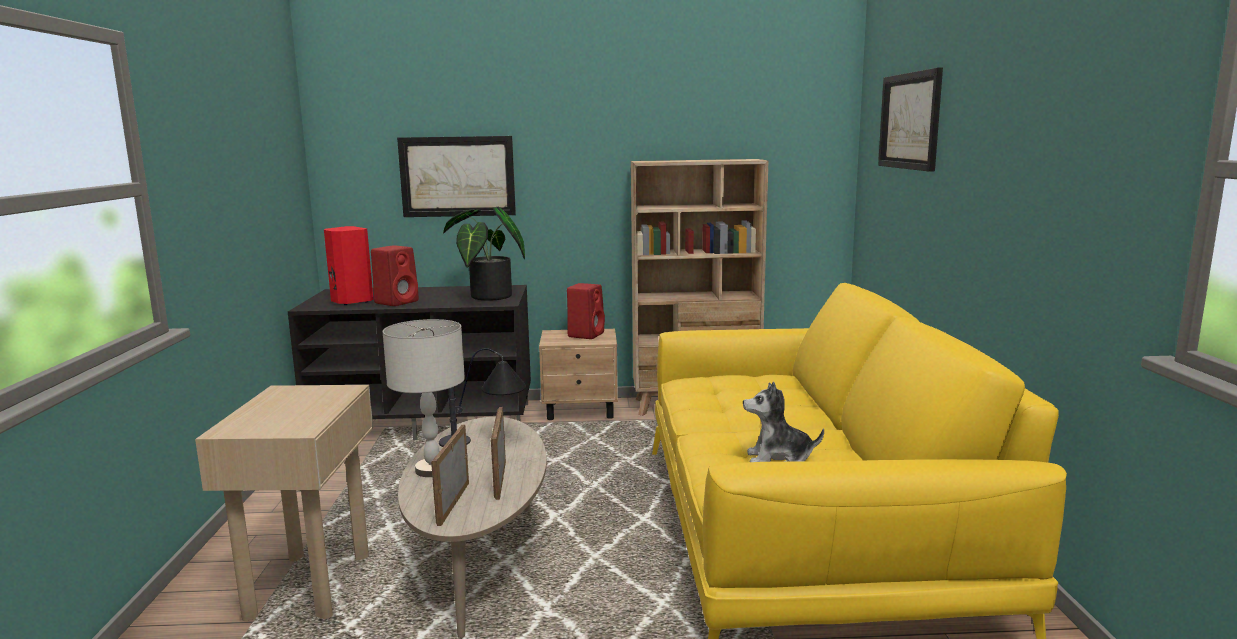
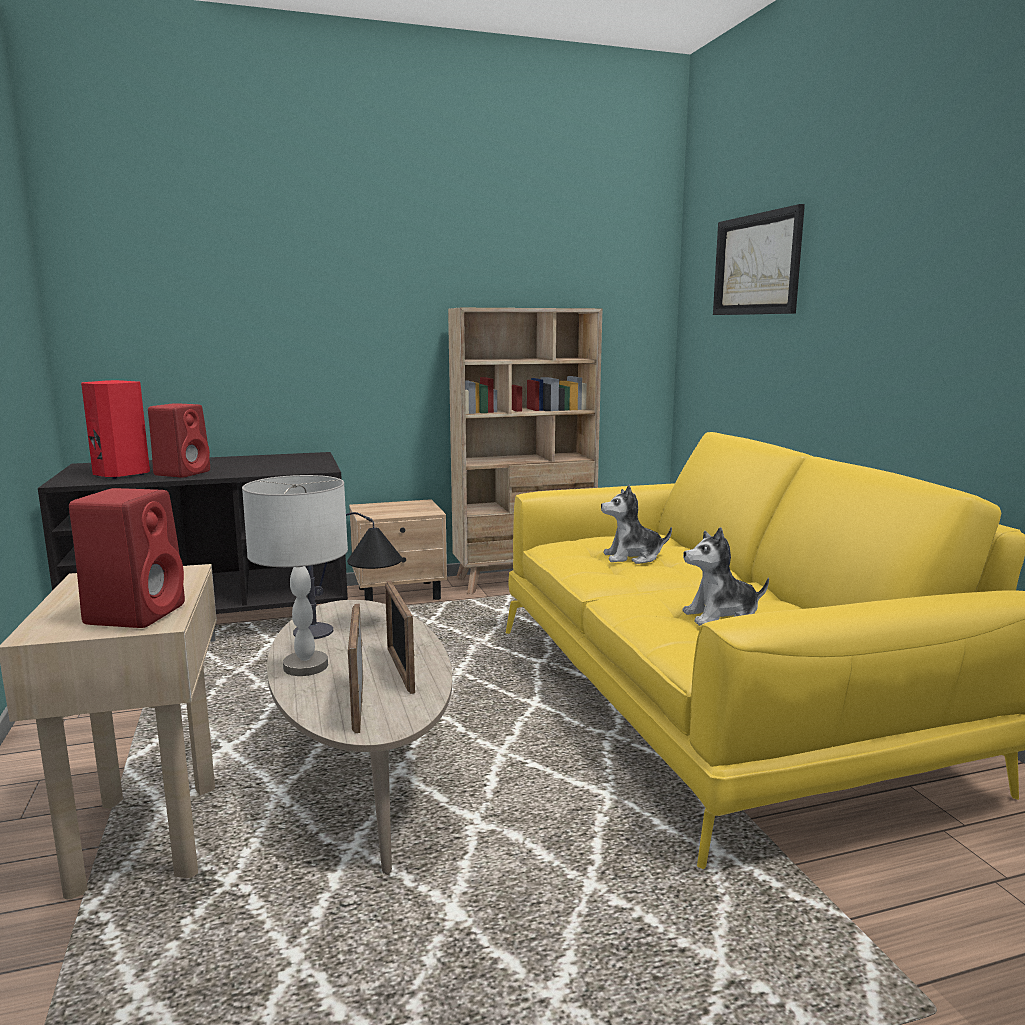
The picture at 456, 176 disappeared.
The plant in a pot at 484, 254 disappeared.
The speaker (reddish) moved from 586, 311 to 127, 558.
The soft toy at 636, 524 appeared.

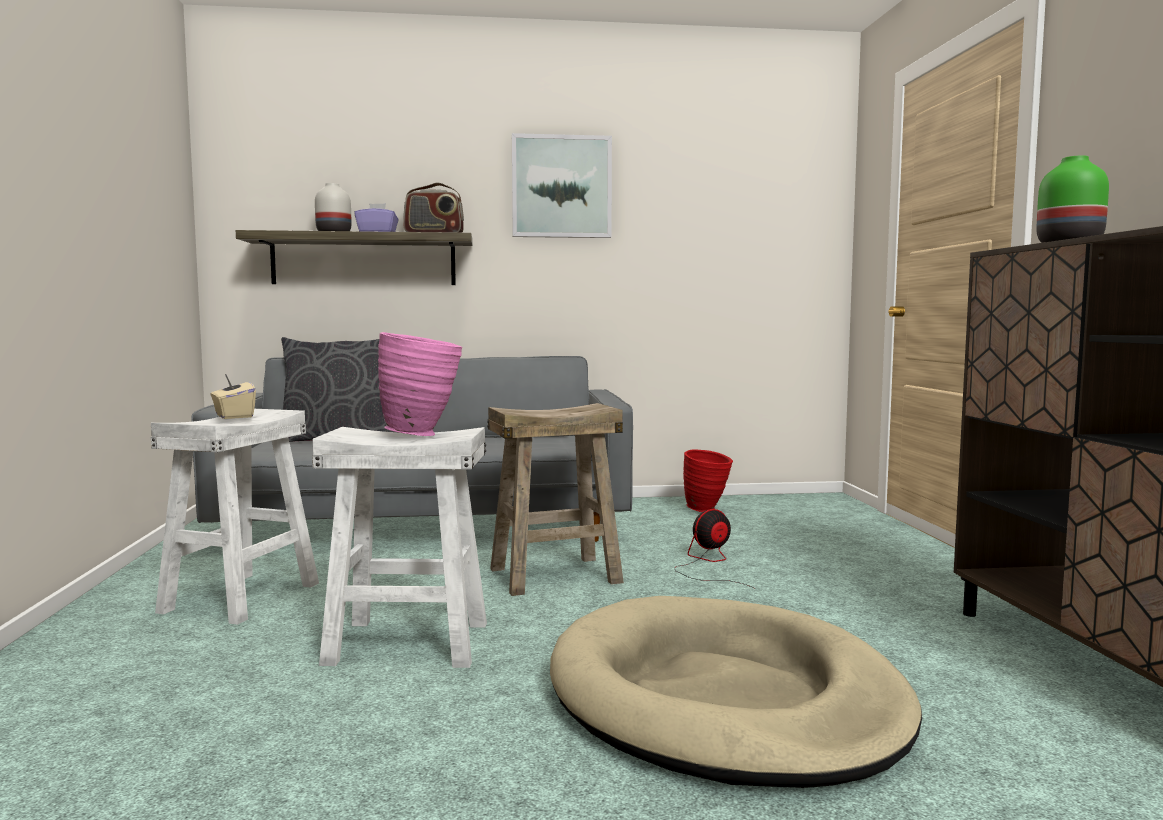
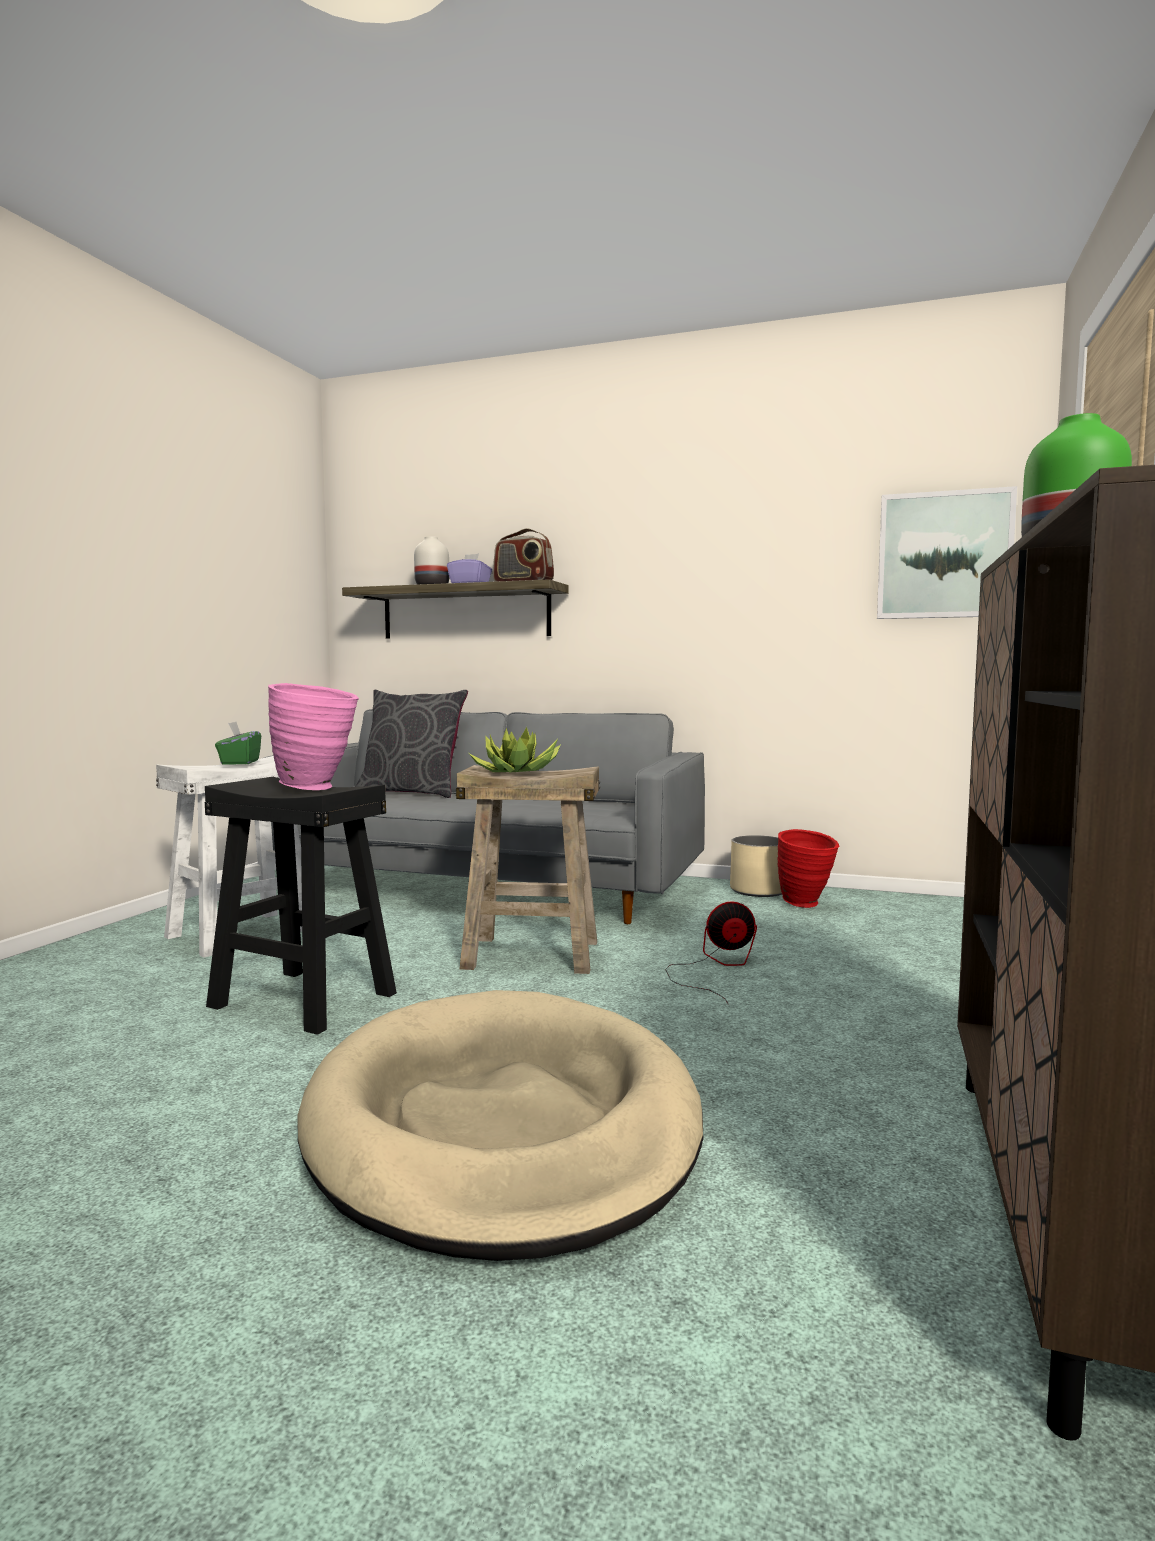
The tissue box (beige) at 233, 396 became the tissue box (greenish) at 238, 743.
The stool seat (white) at 399, 547 became the stool seat (black) at 301, 906.
The picture moved from 562, 185 to 947, 552.
The plant in a pot at 515, 750 appeared.
The planter (beige) at 756, 866 appeared.

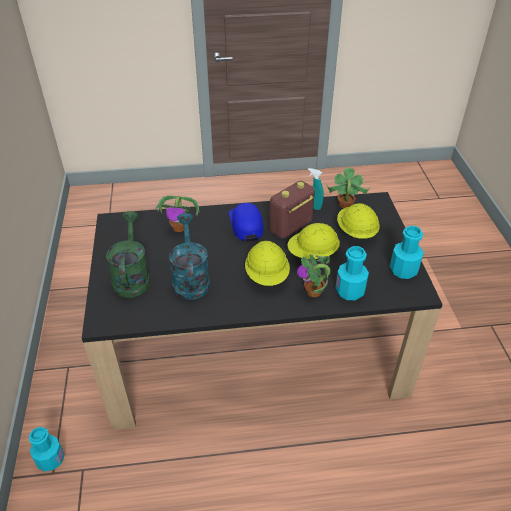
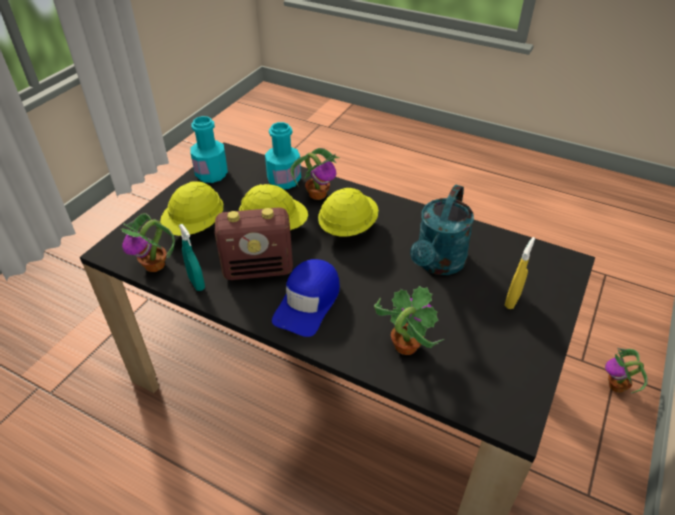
The bottle (turquoise) at 47, 449 was replaced by the plant in a pot at 626, 371.
The watering can (greenish) at 128, 254 was replaced by the spray bottle (yellow-coloured) at 520, 273.

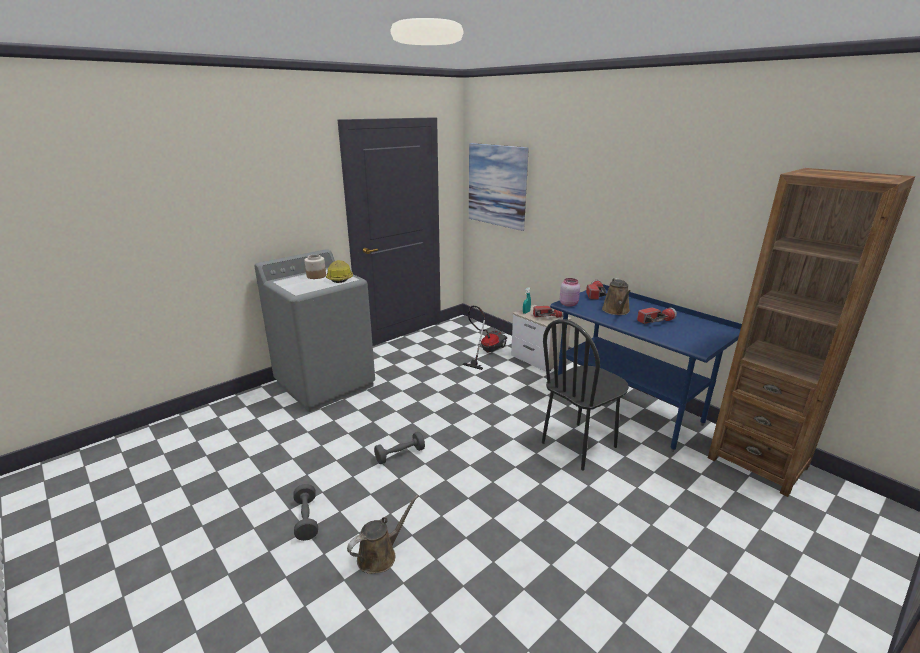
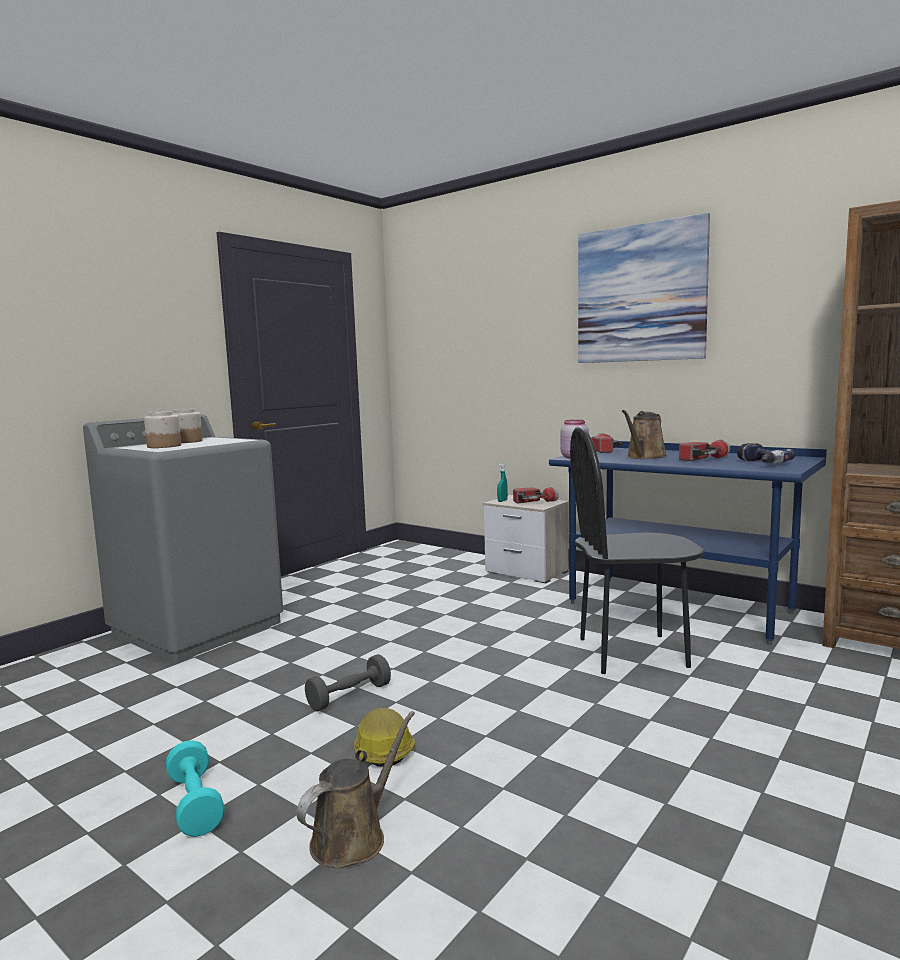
The dumbbell (grey) at 305, 512 became the dumbbell (turquoise) at 195, 788.
The hard hat moved from 339, 271 to 384, 737.
The hoover at 484, 338 disappeared.
The picture moved from 499, 187 to 644, 288.
The chair (black) at 585, 395 turned 45 degrees clockwise.
The watering can (brown-coloured) at 616, 296 turned 45 degrees clockwise.
The jar at 162, 429 appeared.
The drill at 766, 453 appeared.

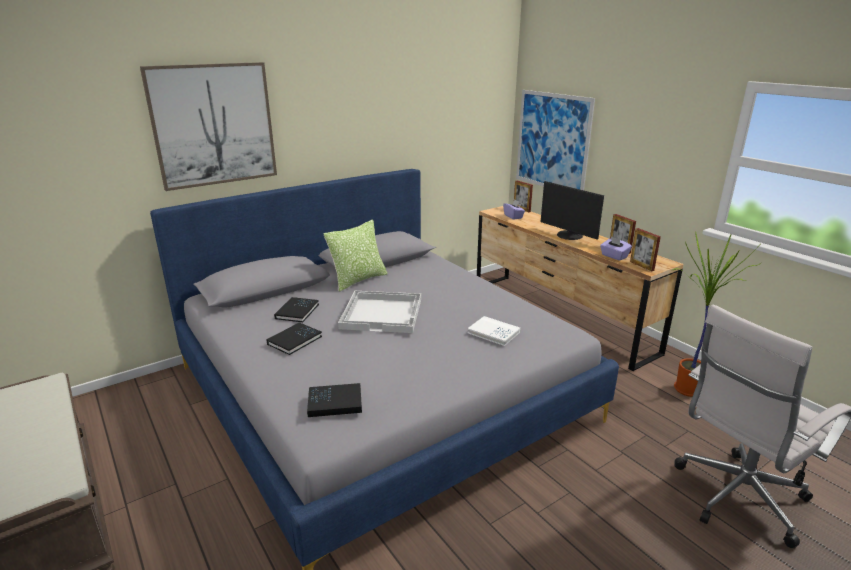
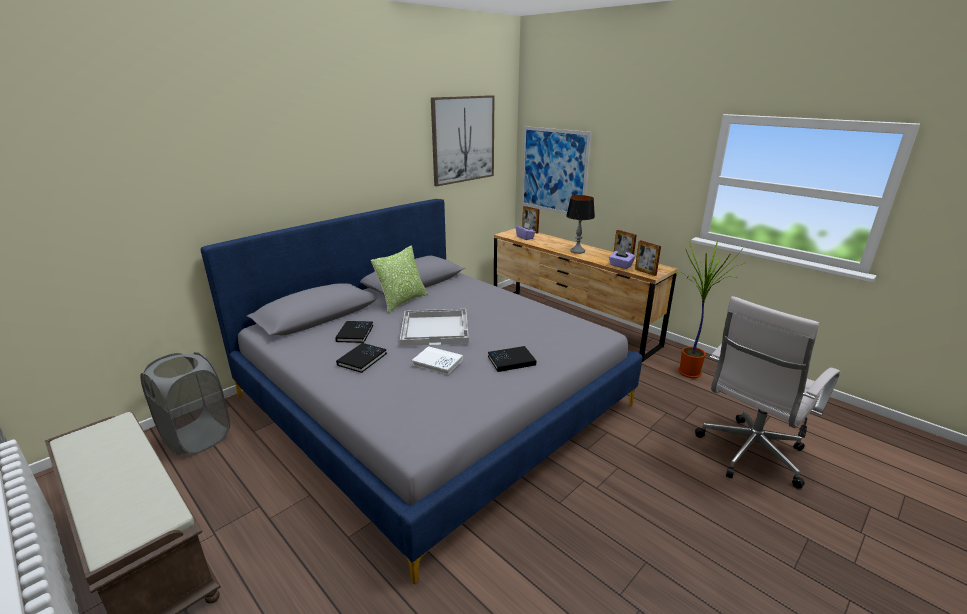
The picture moved from 208, 126 to 462, 140.
The book (black) moved from 334, 400 to 512, 359.
The book (white) moved from 494, 331 to 437, 360.
The computer display at 572, 210 was replaced by the tabletop lamp at 580, 224.
The laundry basket (grey) at 185, 403 appeared.

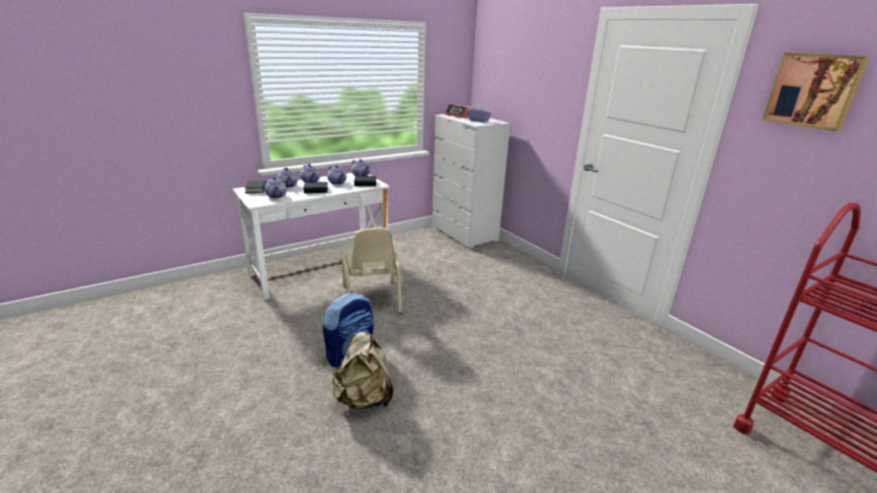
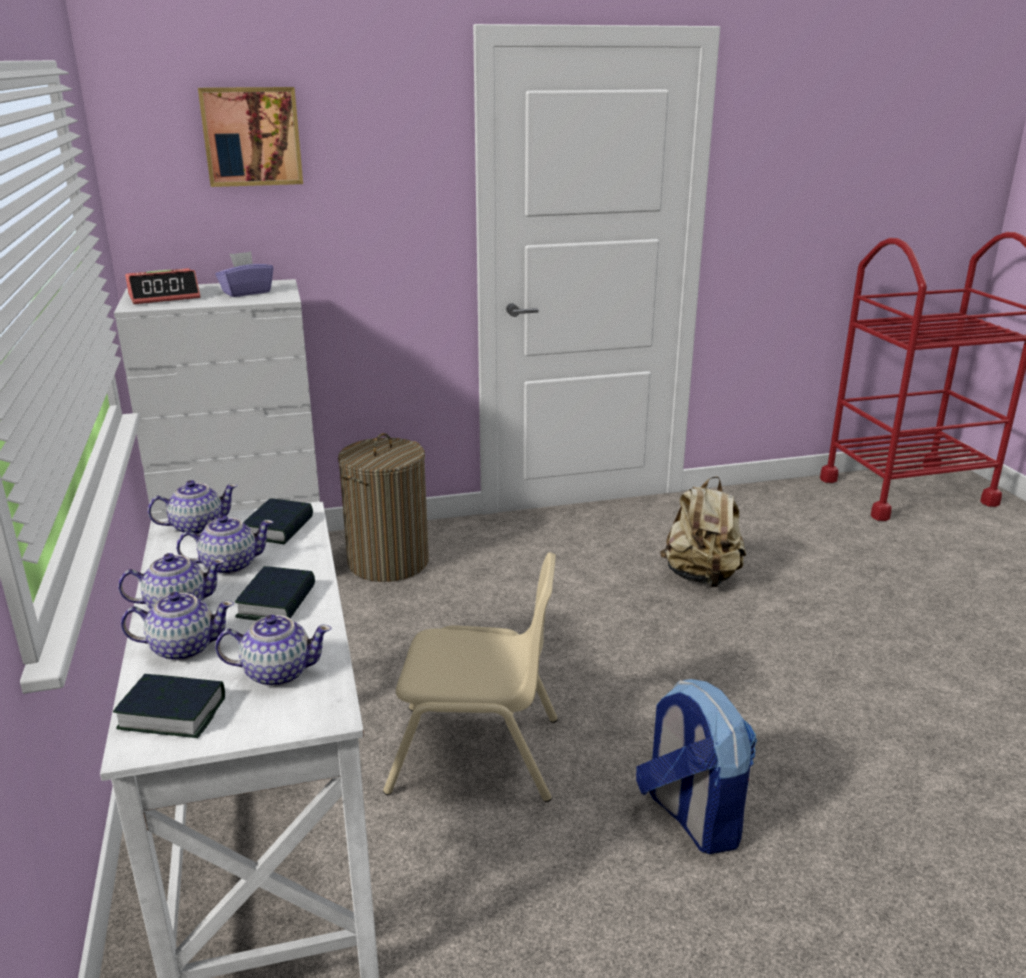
The backpack (beige) moved from 362, 370 to 703, 532.
The picture moved from 815, 92 to 250, 137.
The laundry basket at 383, 507 appeared.

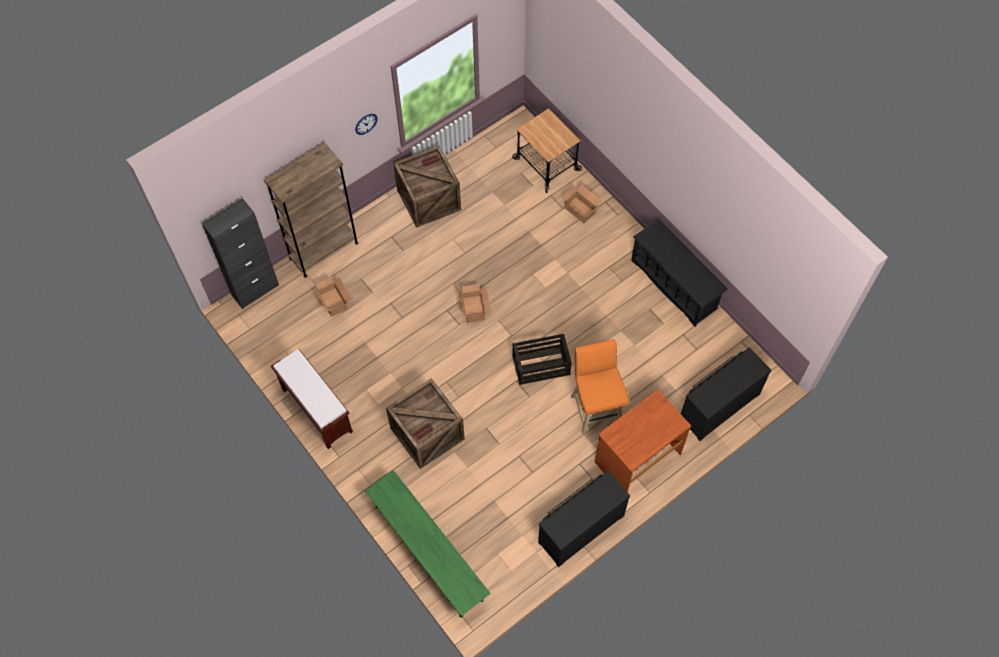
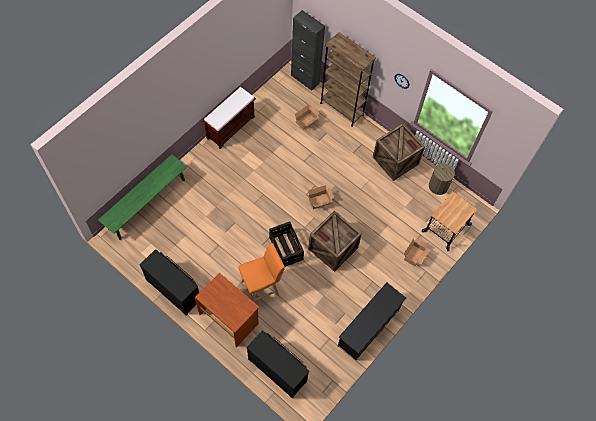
The crate moved from 425, 423 to 335, 241.
The laundry basket at 442, 179 appeared.

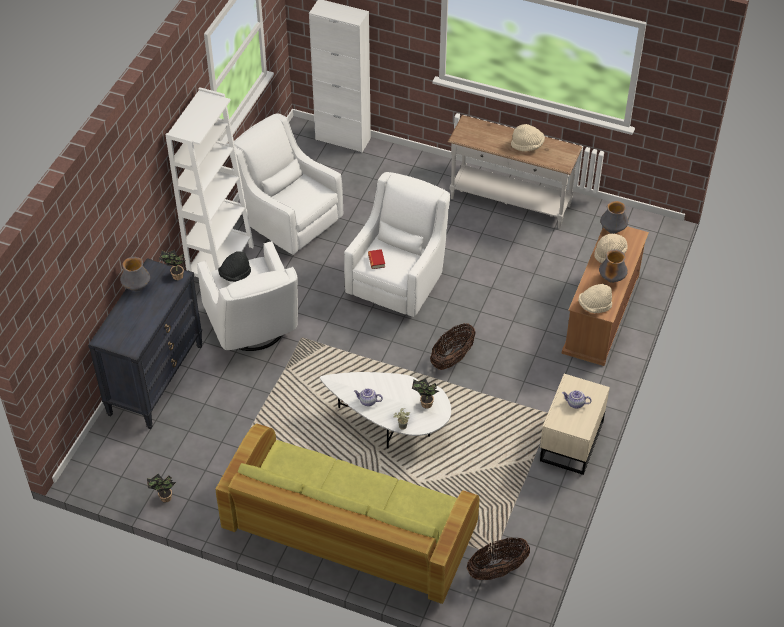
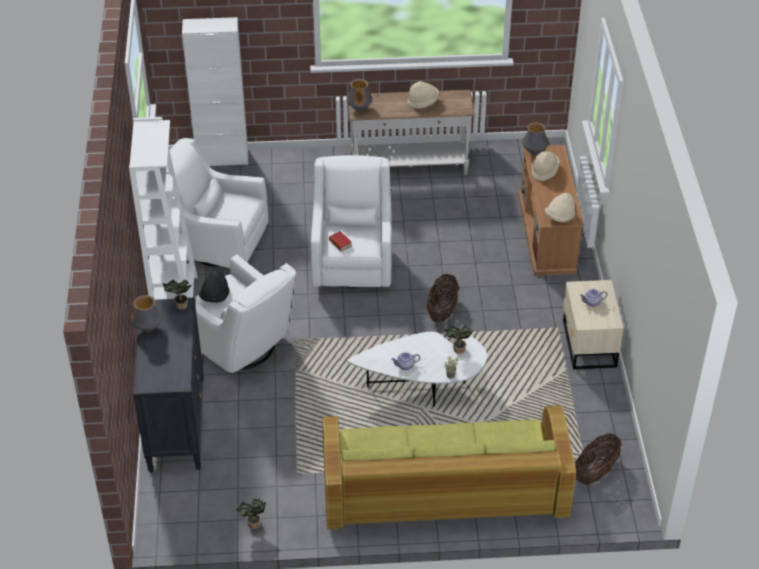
The decorative vase moved from 613, 266 to 359, 95.

